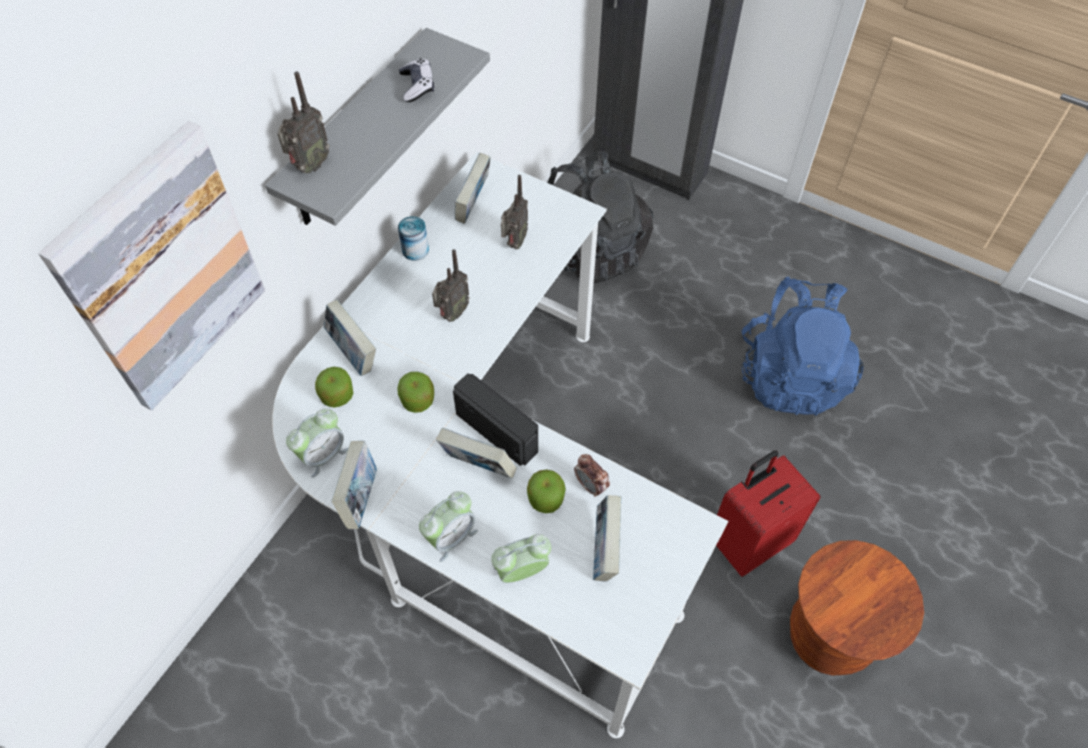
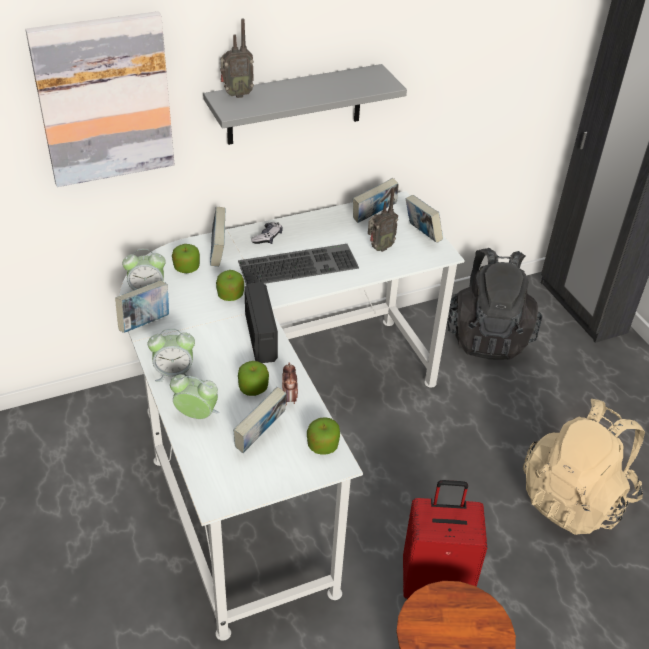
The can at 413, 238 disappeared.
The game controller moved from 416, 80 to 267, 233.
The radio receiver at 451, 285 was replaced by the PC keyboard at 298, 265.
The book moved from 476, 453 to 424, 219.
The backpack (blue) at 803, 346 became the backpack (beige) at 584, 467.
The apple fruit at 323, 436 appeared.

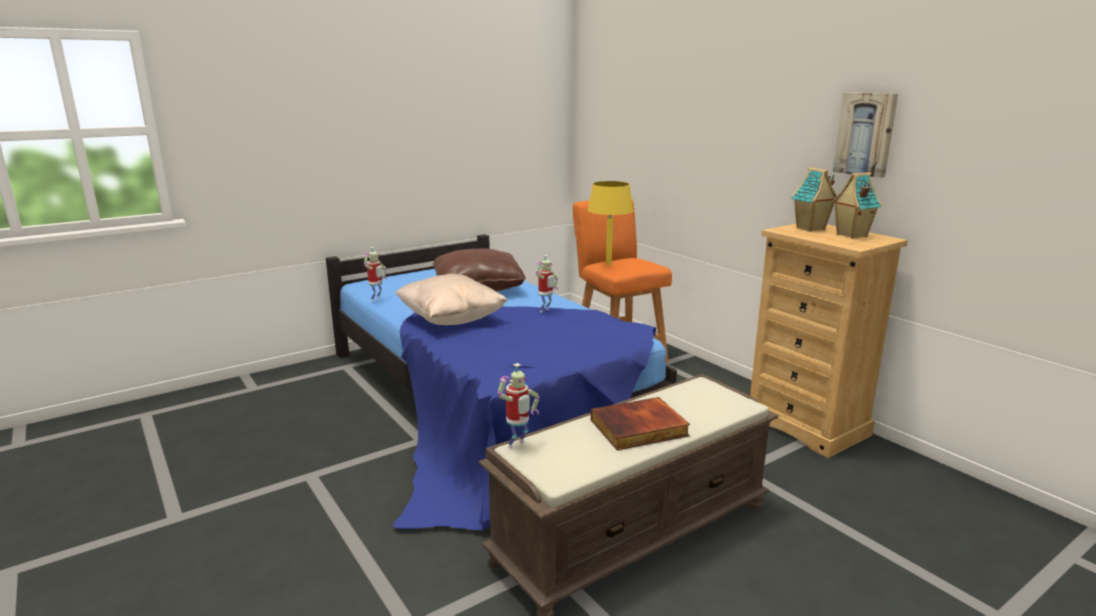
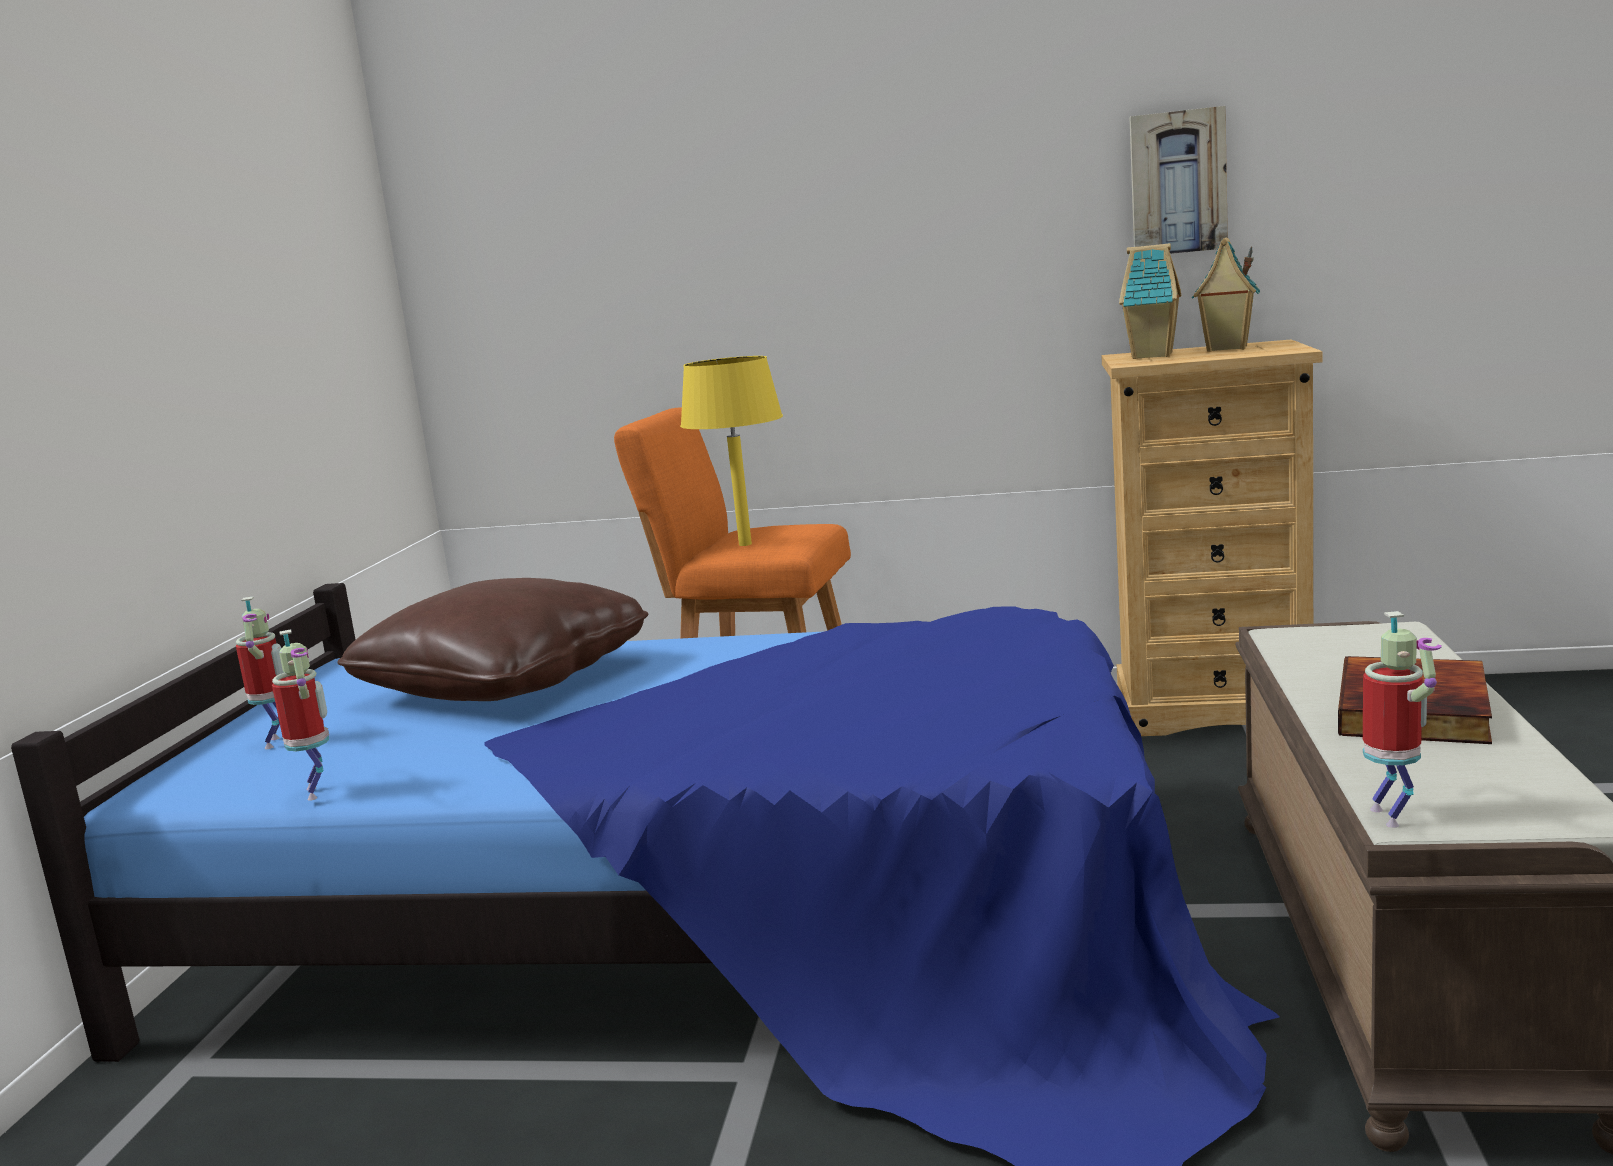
The throw pillow (beige) at 451, 299 disappeared.
The toy robot moved from 547, 284 to 260, 672.

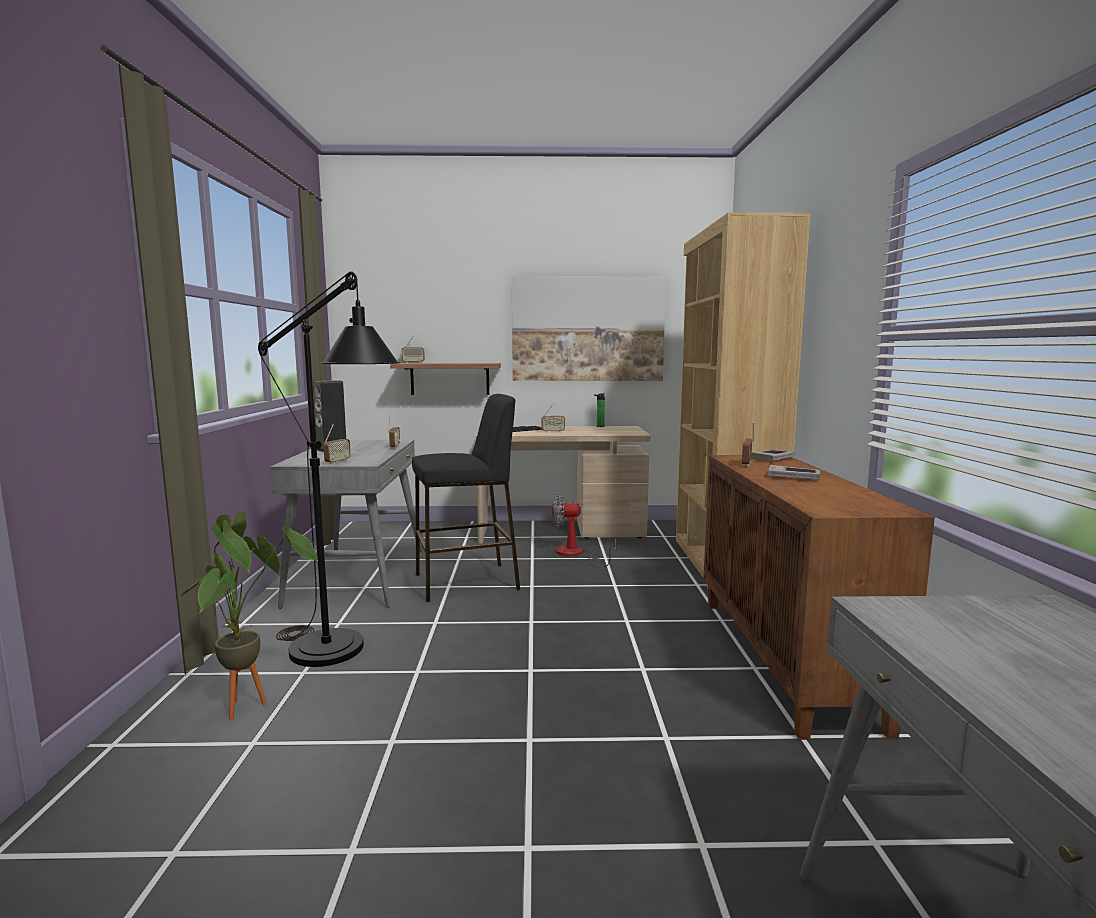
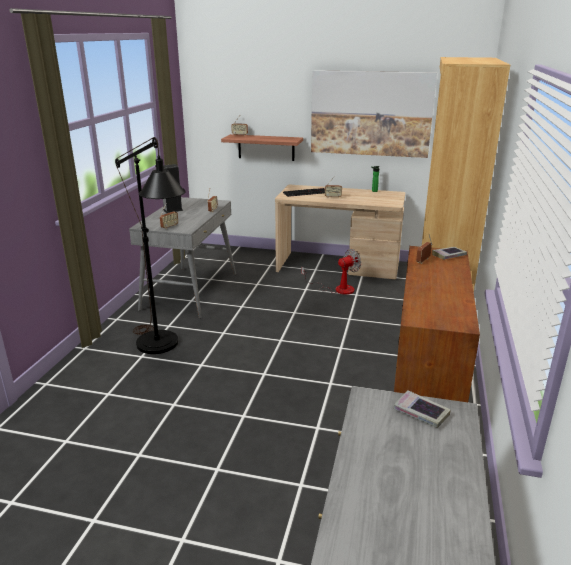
The plant in a pot at 249, 615 disappeared.
The stool seat (black) at 466, 498 disappeared.
The cooling fan at 584, 530 turned 135 degrees clockwise.
The book moved from 794, 472 to 422, 409.

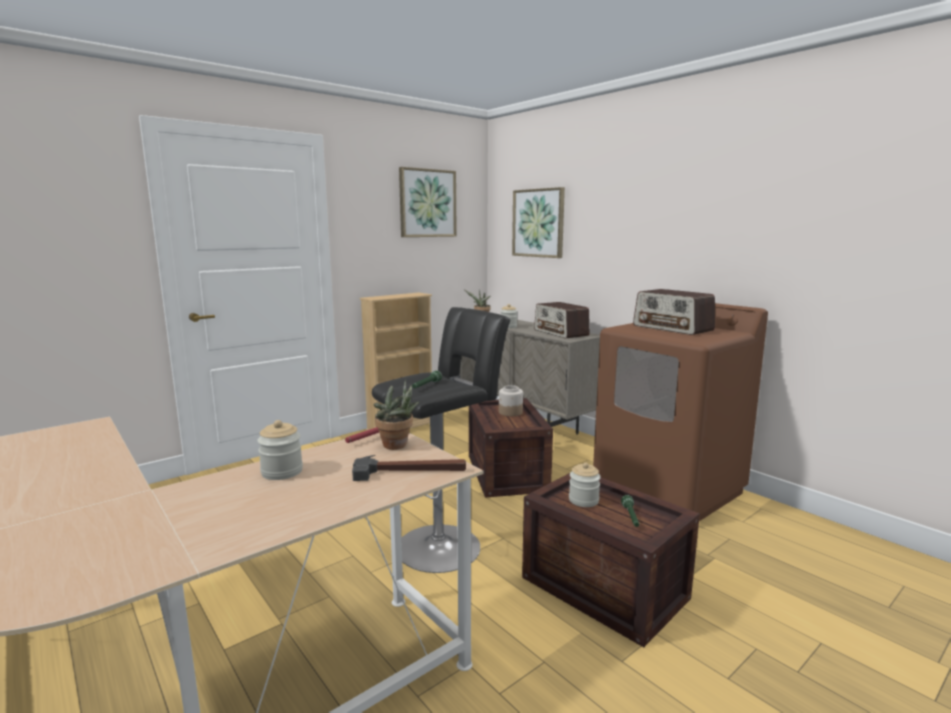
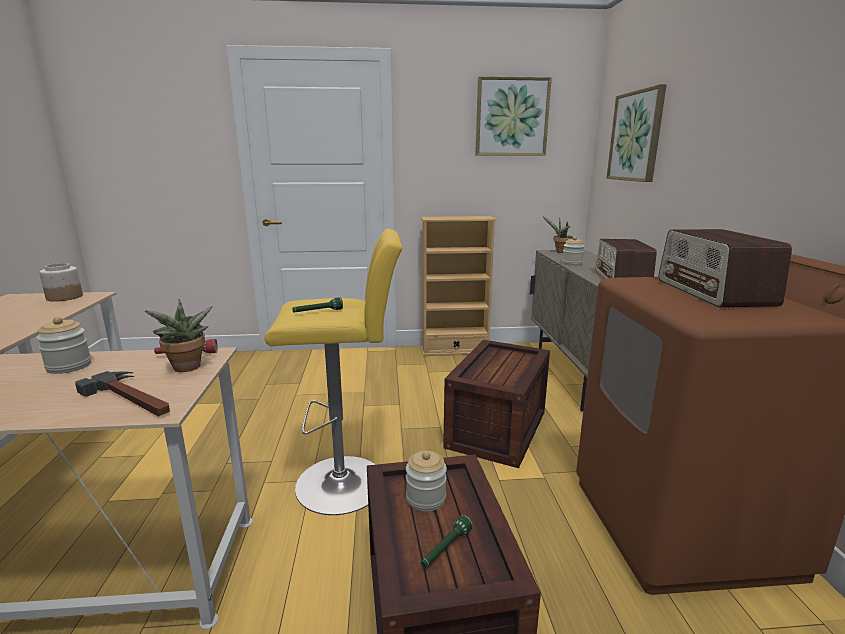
The stool seat (black) at 441, 440 became the stool seat (yellow-coloured) at 333, 372.
The jar moved from 511, 400 to 61, 282.

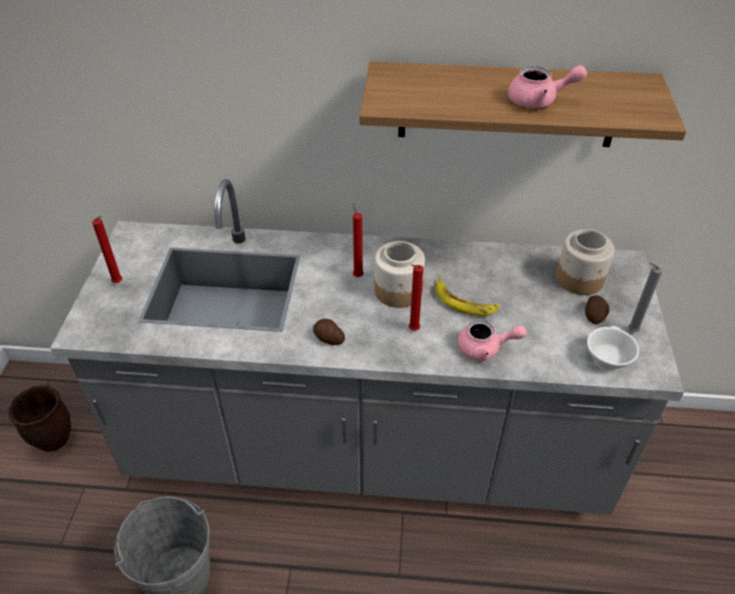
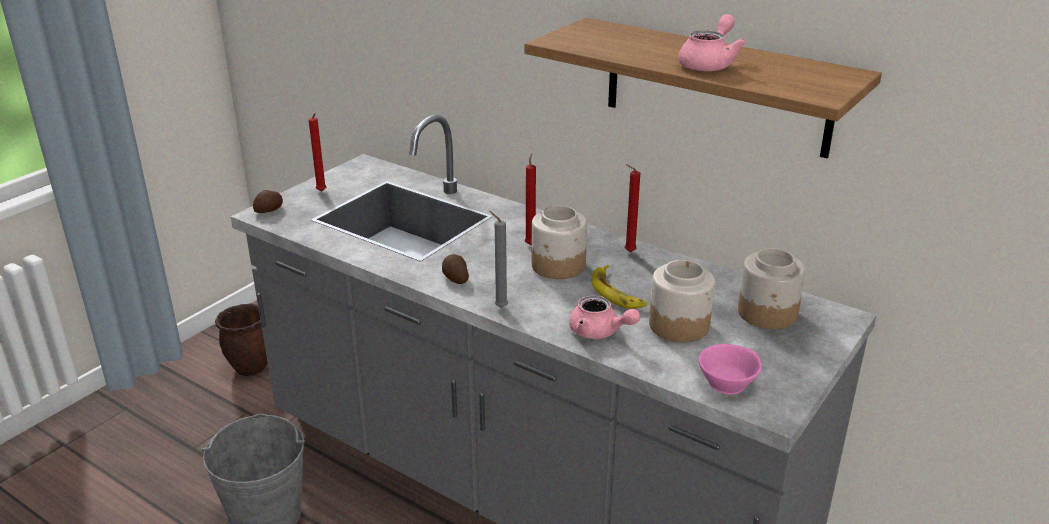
The wax candle (reddish) moved from 416, 298 to 632, 208.
The pot for tea (pink-coloured) at 547, 86 turned 90 degrees counterclockwise.
The spud moved from 597, 309 to 268, 201.
The small cup (white) at 613, 348 became the small cup (pink-coloured) at 730, 369.
The wax candle (grey) moved from 645, 297 to 498, 259.
The jar at 682, 301 appeared.

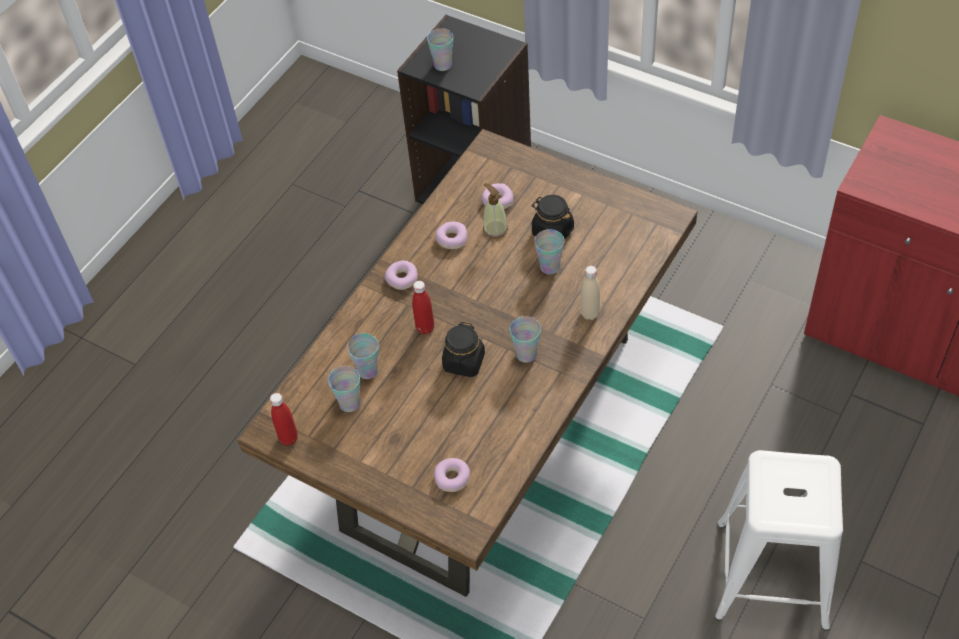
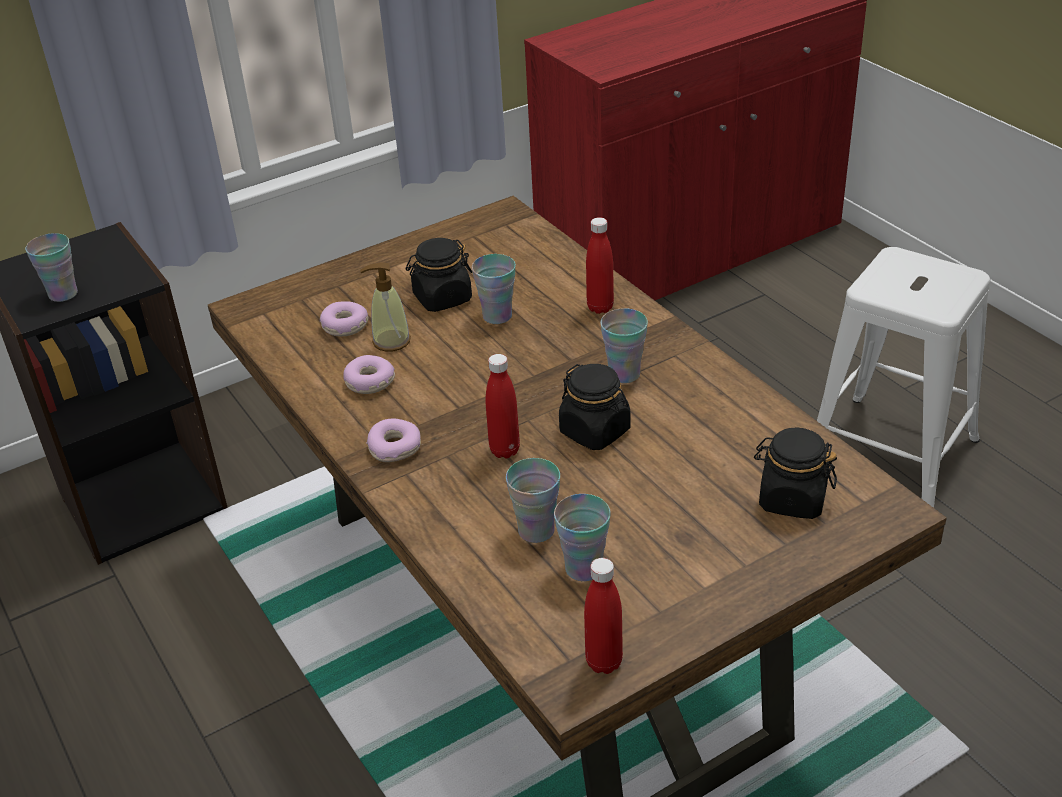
The donut at 451, 475 was replaced by the jar (black) at 795, 473.
The bottle (beige) at 590, 293 became the bottle (reddish) at 600, 265.

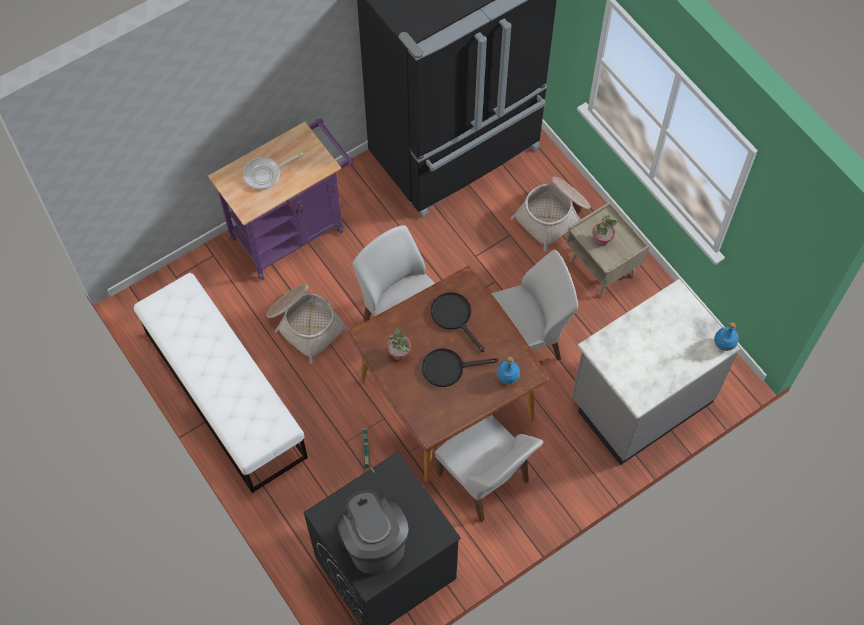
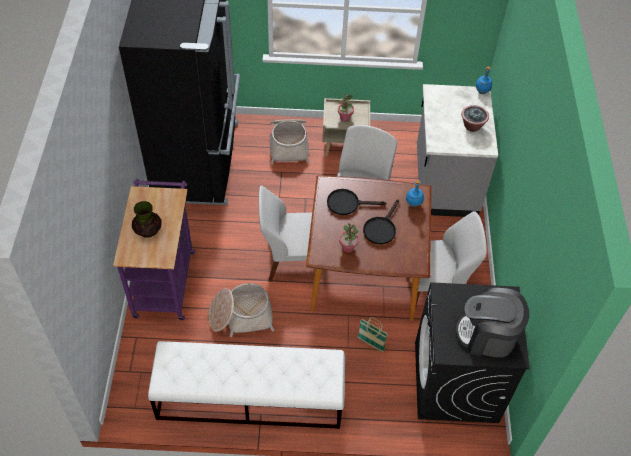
The skillet at 273, 170 was replaced by the decorative vase at 146, 219.
The plant in a pot at 475, 118 appeared.

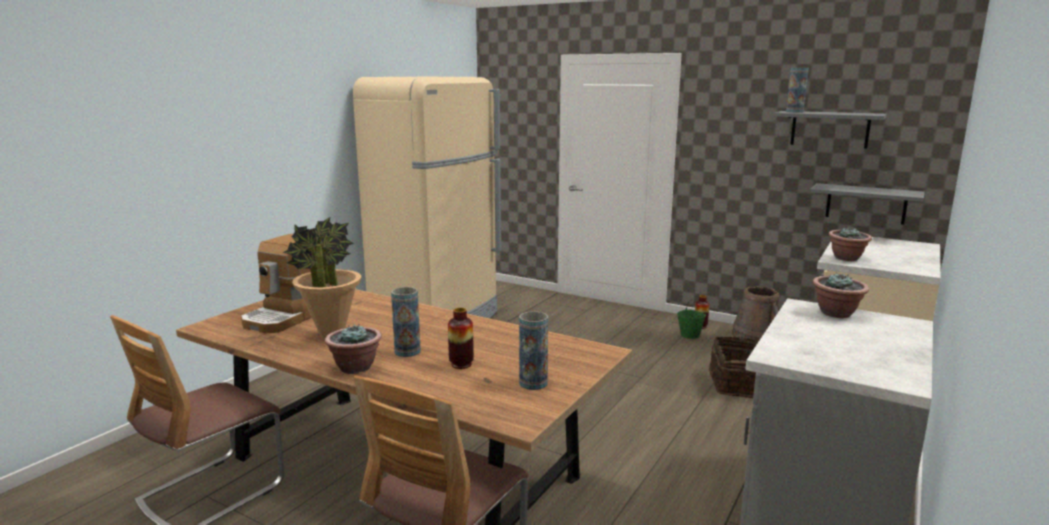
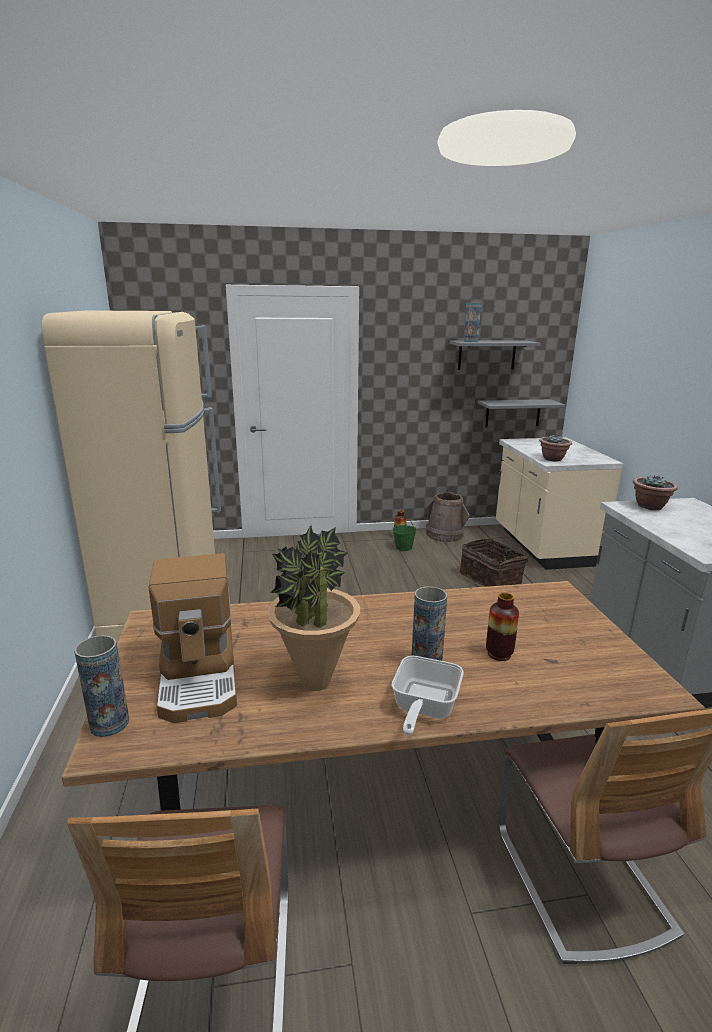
The plant in a pot at 353, 349 was replaced by the skillet at 428, 695.
The decorative vase moved from 533, 350 to 101, 686.

